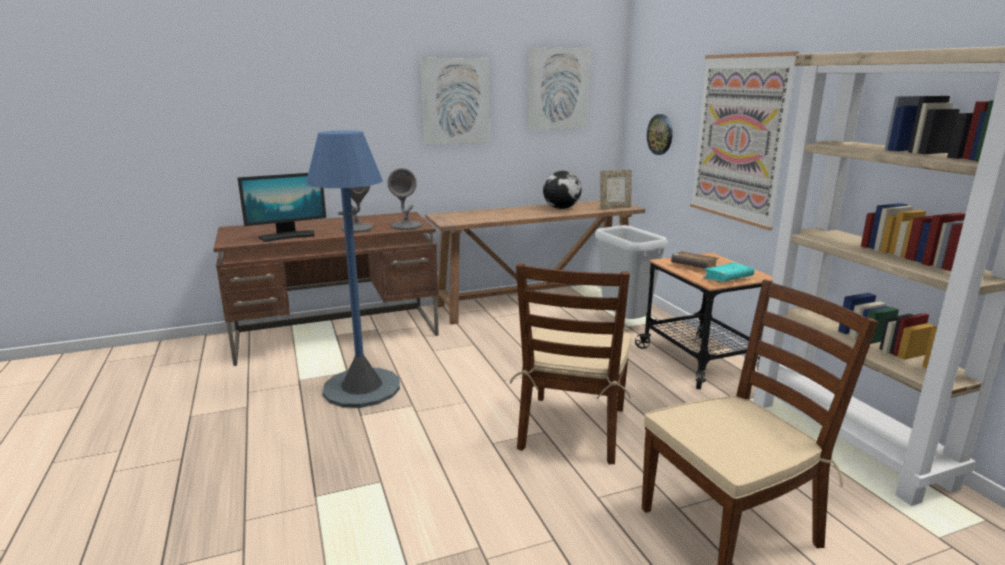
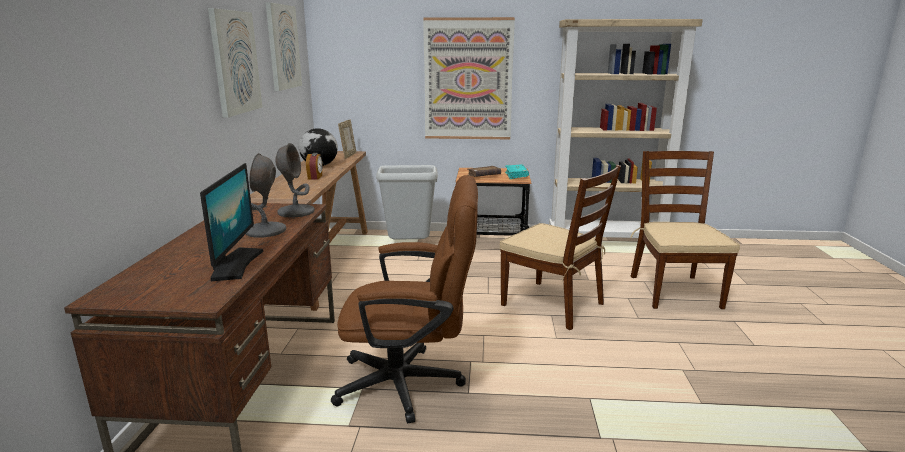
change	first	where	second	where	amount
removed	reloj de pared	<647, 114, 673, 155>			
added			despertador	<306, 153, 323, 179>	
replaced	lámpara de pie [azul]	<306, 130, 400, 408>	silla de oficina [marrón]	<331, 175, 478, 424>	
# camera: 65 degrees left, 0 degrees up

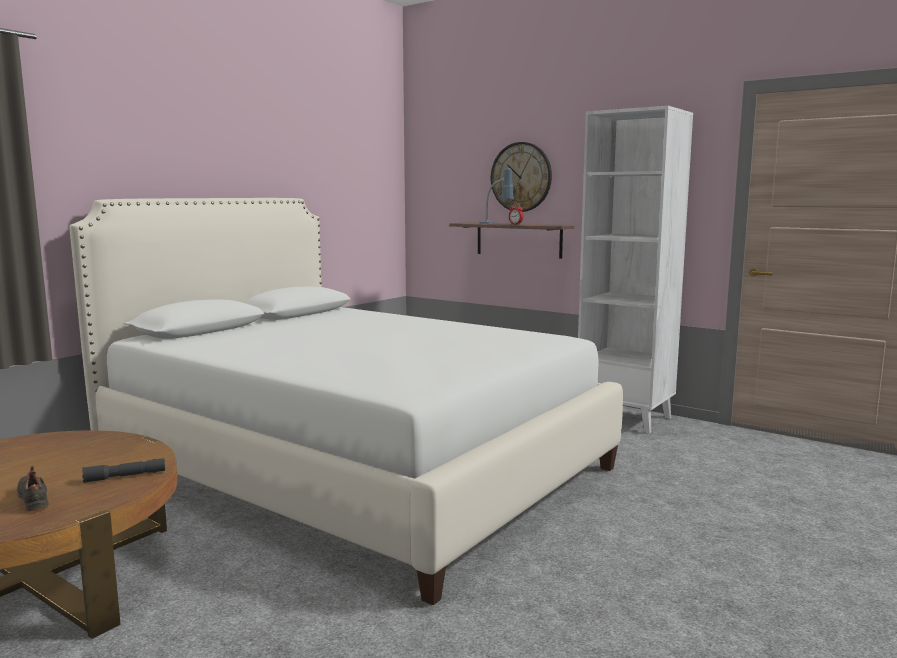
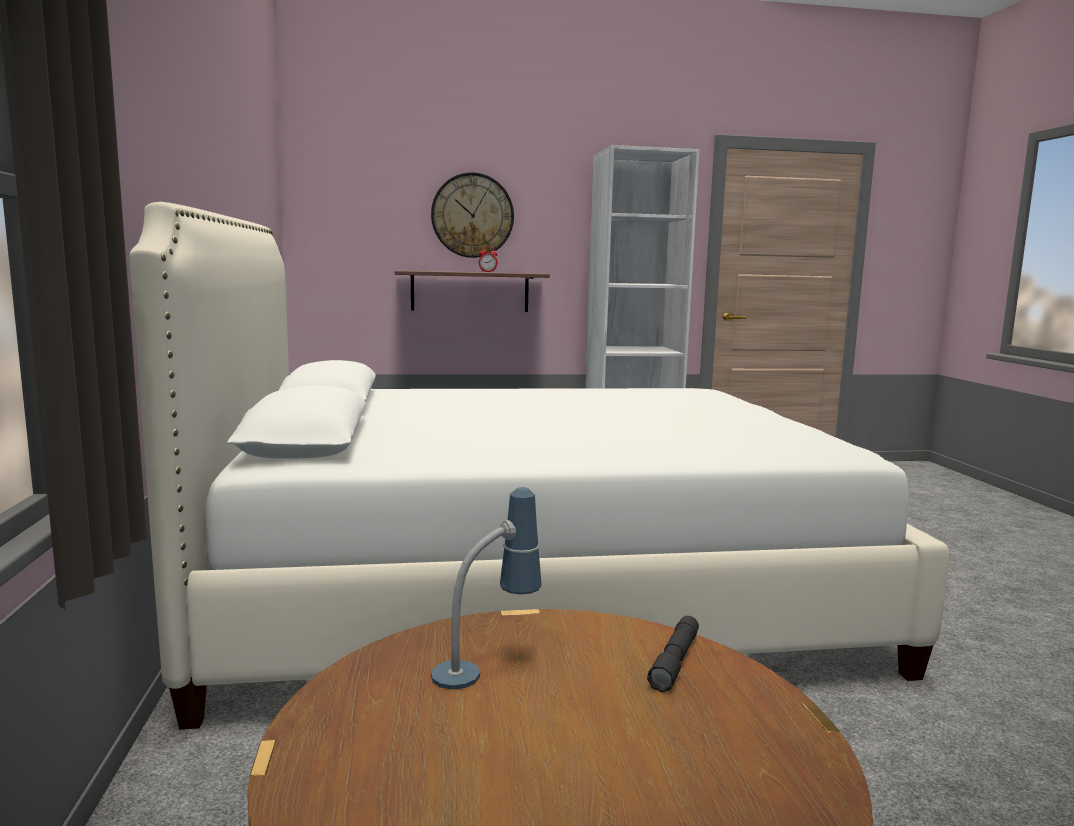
change	first	where	second	where	amount
removed	zapato [negro]	<17, 465, 49, 512>			
moved	lámpara de mesa	<480, 168, 514, 224>		<431, 487, 542, 690>	
# camera: 45 degrees left, 0 degrees up

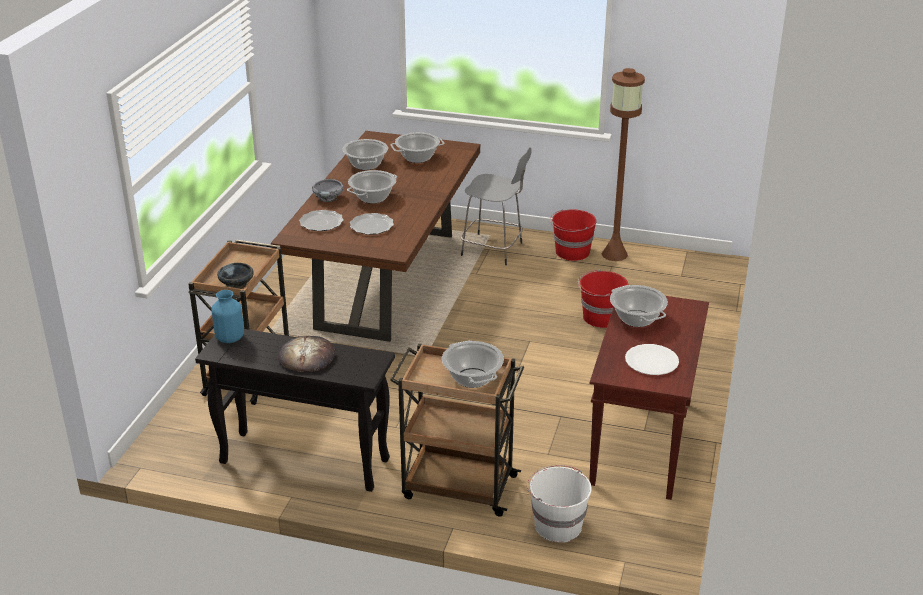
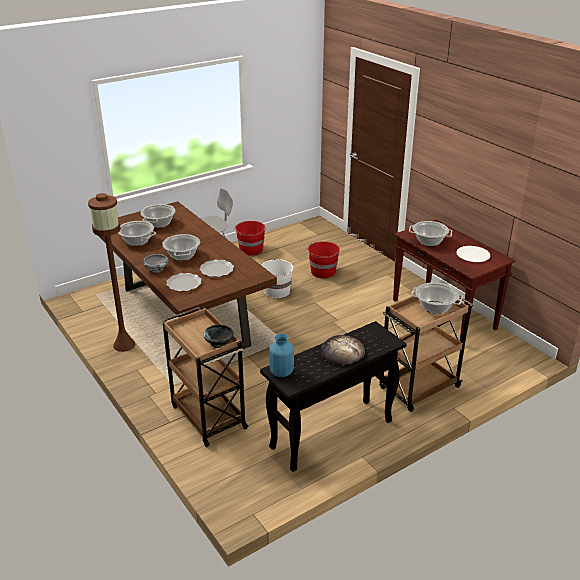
change	first	where	second	where	amount
moved	cubo [blanco]	<527, 465, 592, 542>		<260, 258, 293, 298>	
moved	lámpara de pie [marrón]	<602, 68, 645, 261>		<88, 193, 135, 352>	
# camera: 50 degrees left, 0 degrees up

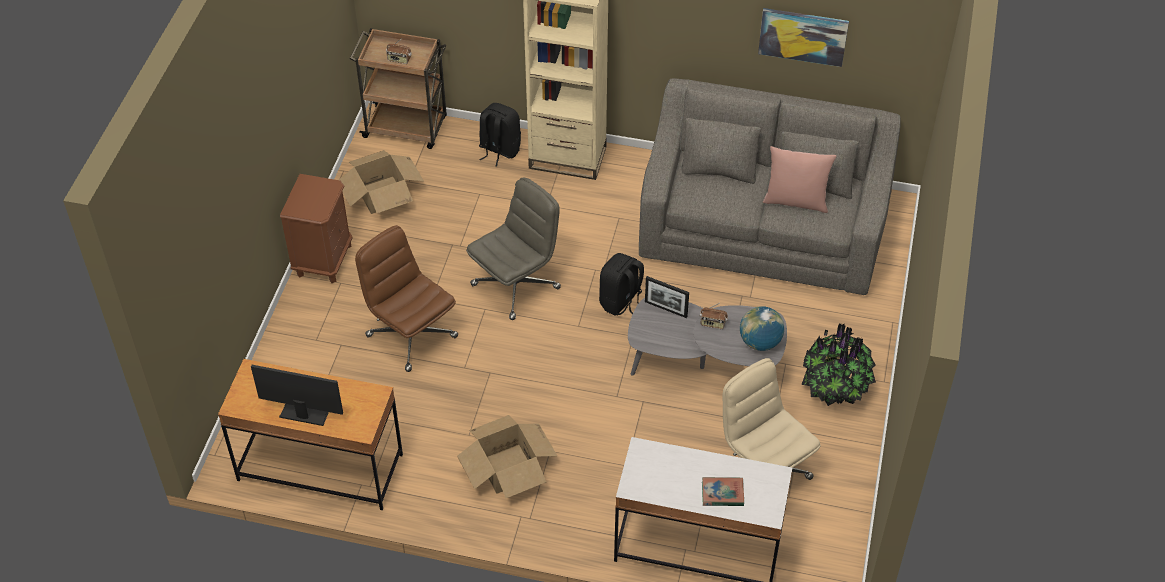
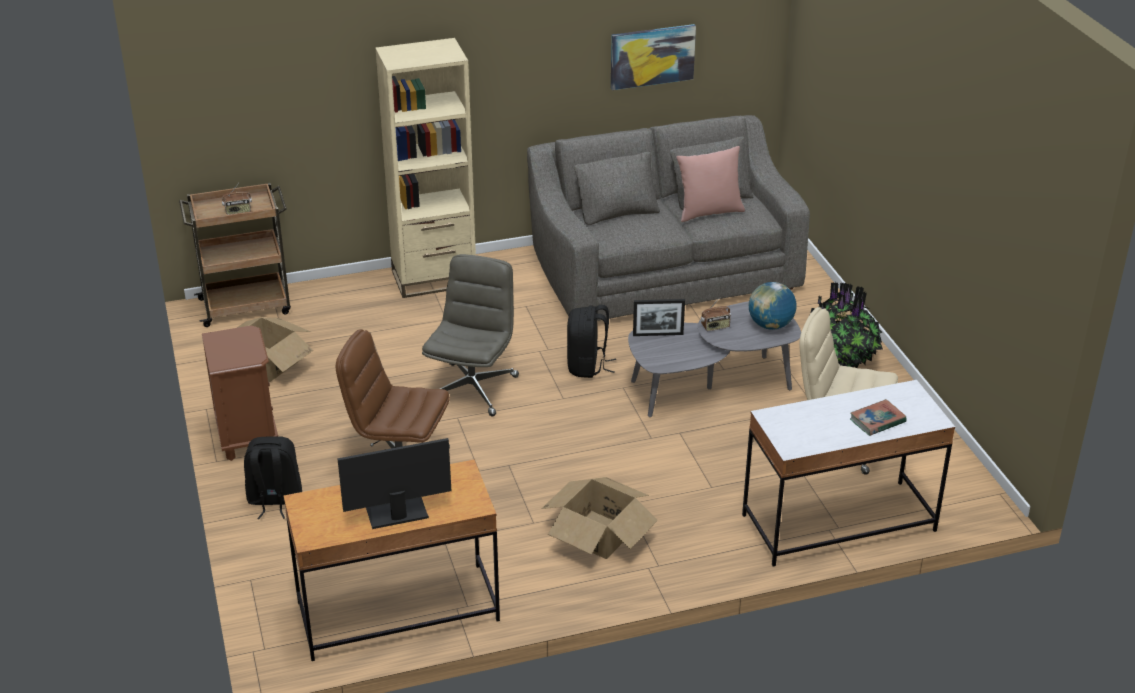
change	first	where	second	where	amount
moved	mochila [negro]	<479, 103, 521, 167>		<244, 436, 302, 519>	
# camera: 30 degrees left, 15 degrees down

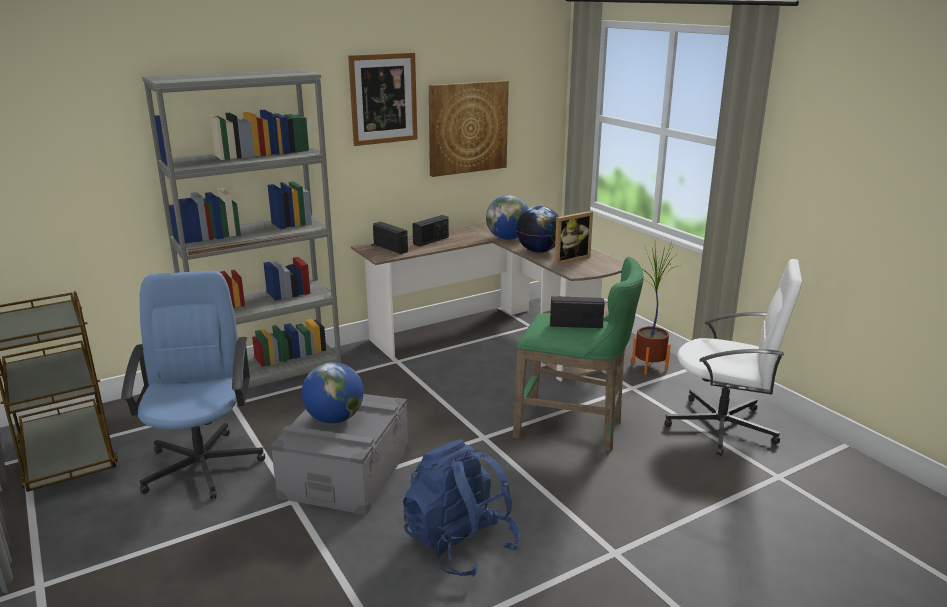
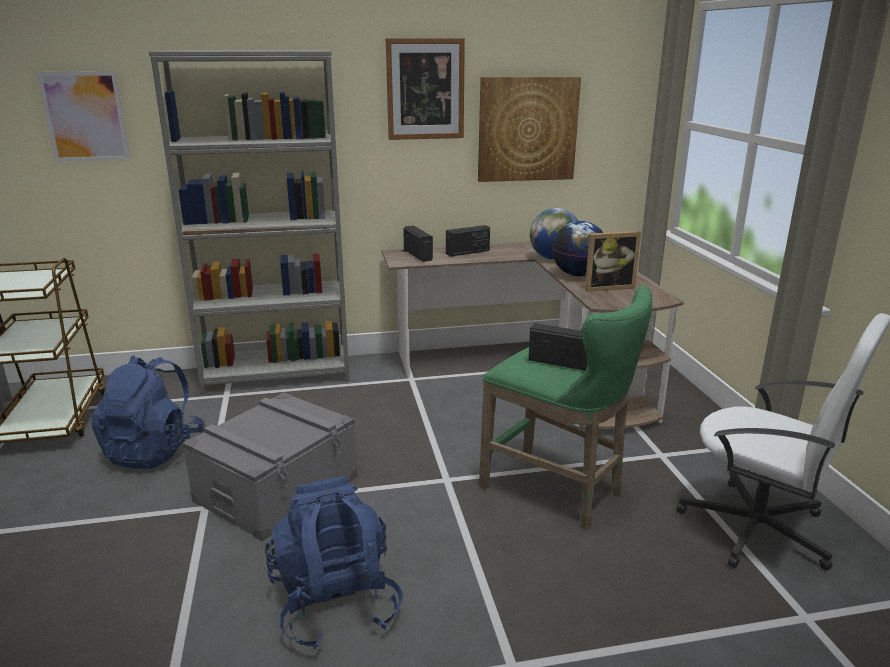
change	first	where	second	where	amount
removed	globo terráqueo	<302, 362, 364, 424>			
removed	planta en maceta	<632, 242, 679, 374>			
added			cuadro	<37, 71, 130, 162>	
replaced	silla de oficina [azul]	<121, 270, 265, 499>	mochila [azul]	<92, 355, 206, 469>	
# camera: 20 degrees right, 0 degrees up

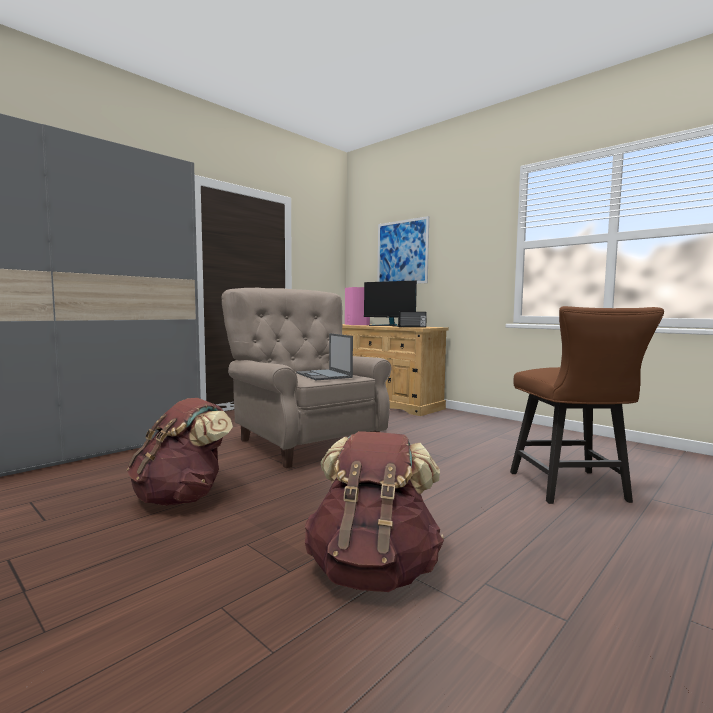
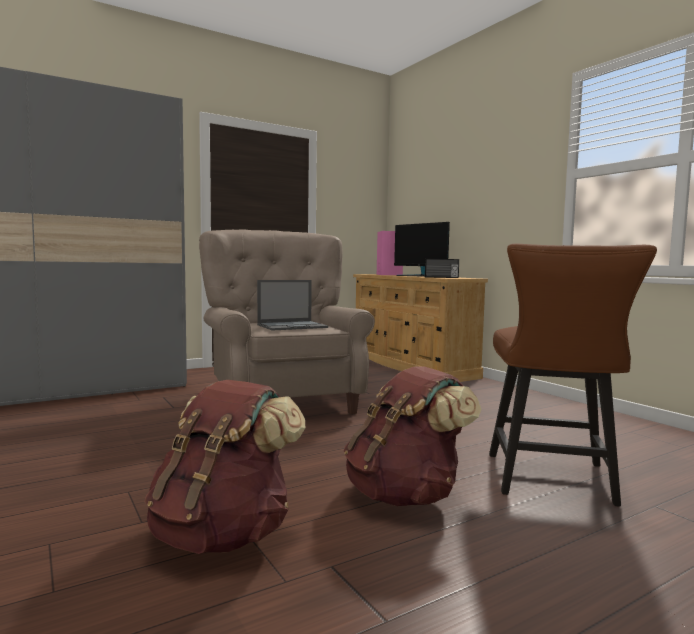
change	first	where	second	where	amount
removed	cuadro	<377, 216, 429, 284>			
moved	mochila [marrón]	<127, 398, 233, 506>		<344, 366, 482, 506>	
turned	portátil	<296, 333, 353, 380>		<257, 280, 328, 331>	105 degrees counterclockwise
# camera: 15 degrees right, 0 degrees up

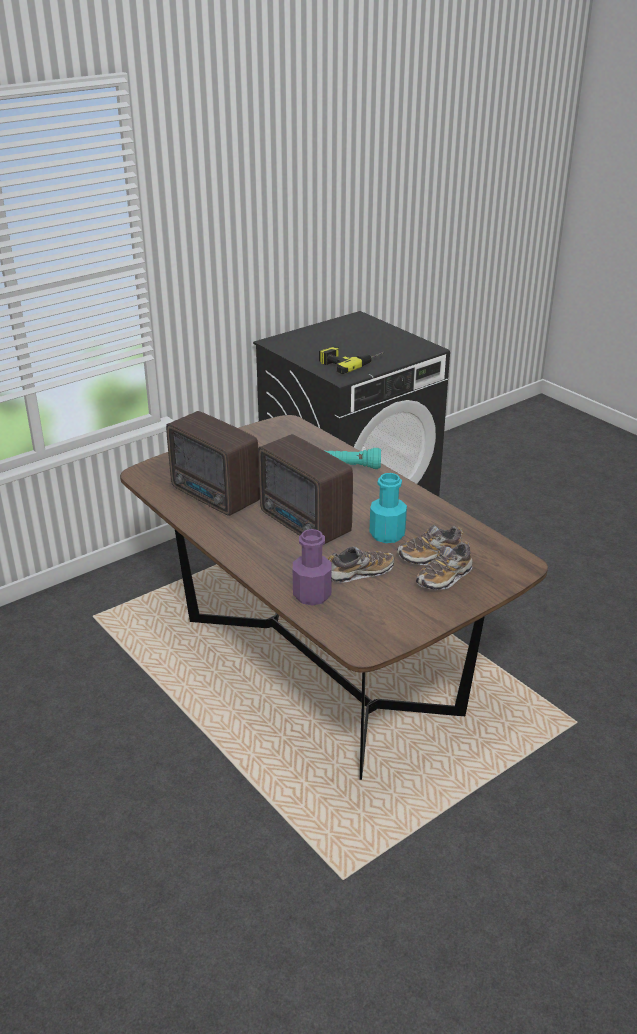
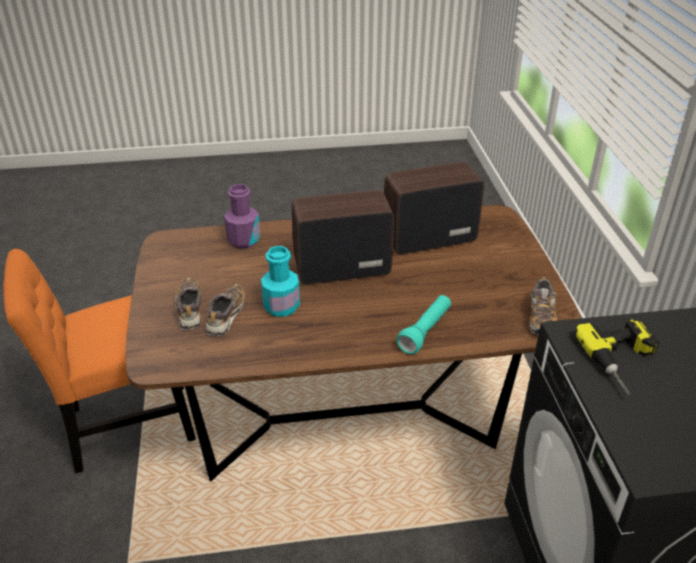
change	first	where	second	where	amount
added			silla [naranja]	<3, 249, 196, 473>	
moved	zapato	<328, 546, 394, 583>		<530, 277, 557, 335>	
# camera: 120 degrees right, 5 degrees up

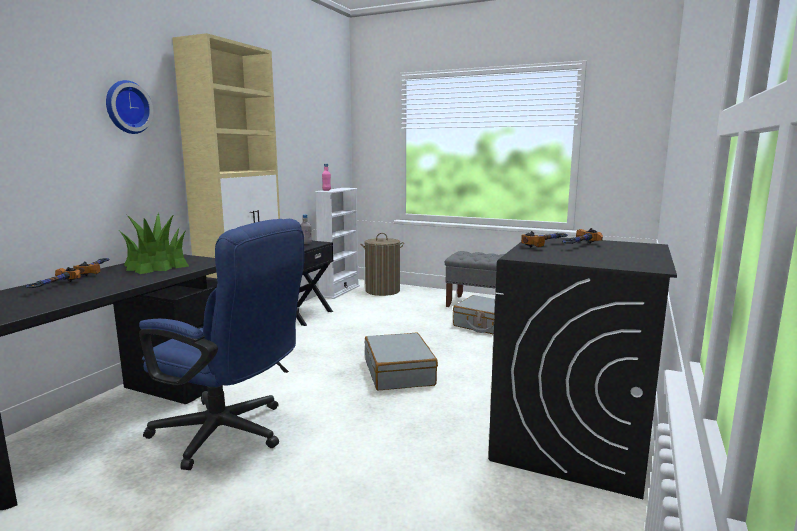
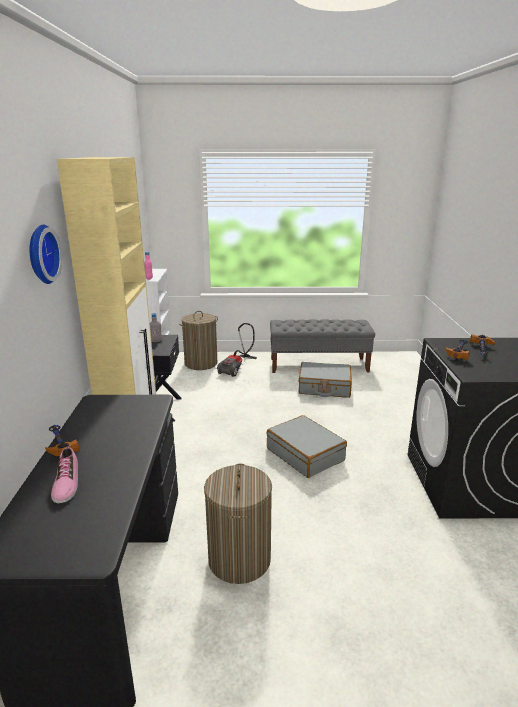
change	first	where	second	where	amount
removed	planta en maceta	<120, 213, 189, 274>			
added			aspiradora	<217, 323, 257, 377>	
replaced	martillo	<25, 267, 81, 288>	zapato	<51, 447, 78, 503>	
replaced	silla de oficina [azul]	<139, 219, 304, 470>	cesto de la ropa	<204, 463, 272, 584>	
# camera: 25 degrees left, 10 degrees up

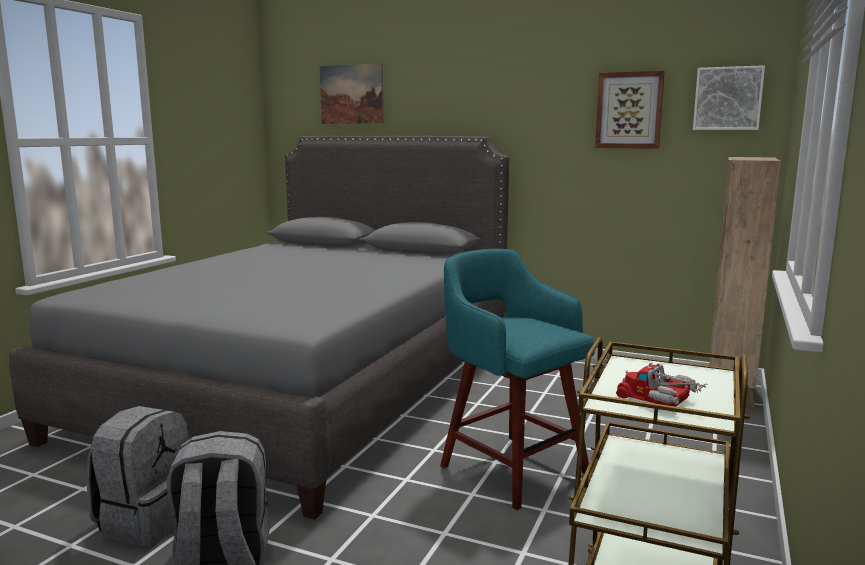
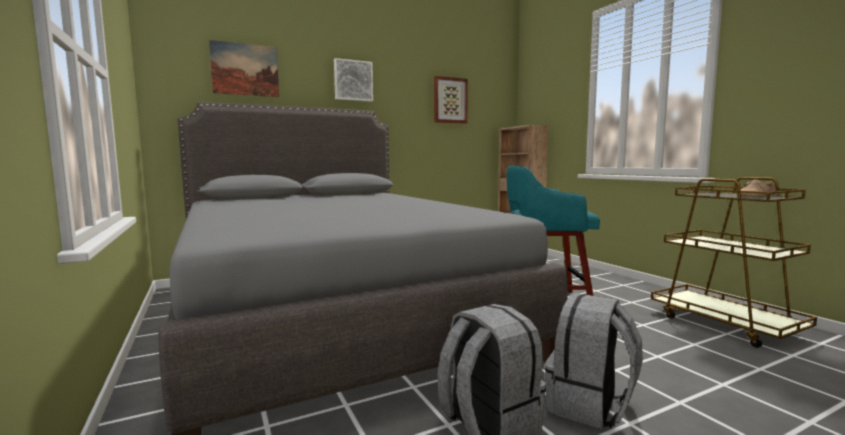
change	first	where	second	where	amount
moved	cuadro	<693, 65, 765, 130>		<334, 58, 373, 102>	
replaced	camión de juguete	<616, 362, 708, 407>	zapato [beis]	<737, 179, 778, 198>	
# camera: 50 degrees left, 5 degrees down

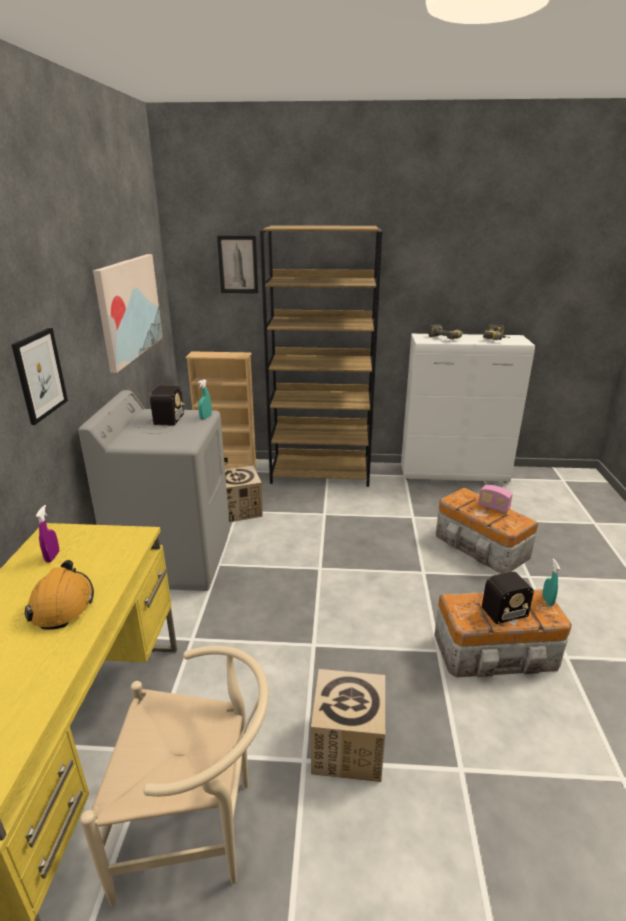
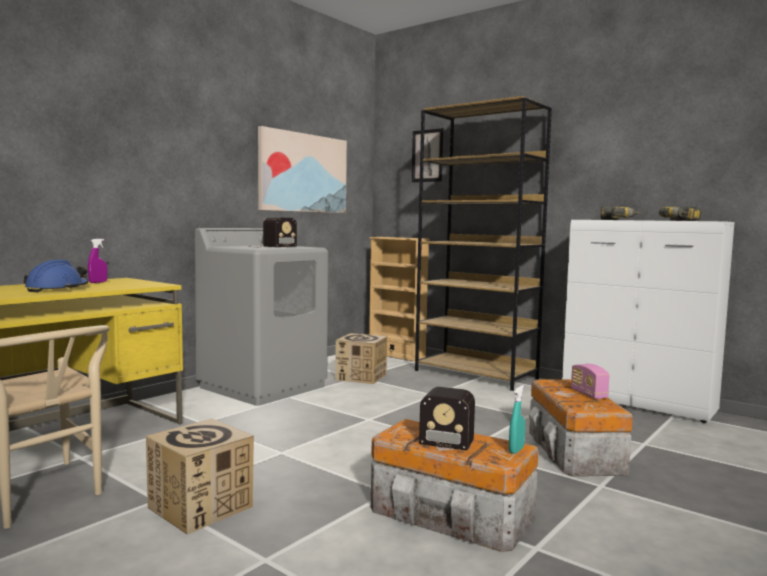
change	first	where	second	where	amount
removed	cuadro	<12, 328, 68, 425>			
removed	pulverizador [turquesa]	<198, 379, 212, 419>			
recoloured	casco [naranja]	<24, 560, 94, 630>	casco [azul]	<23, 260, 89, 292>	
# camera: 35 degrees right, 20 degrees down

